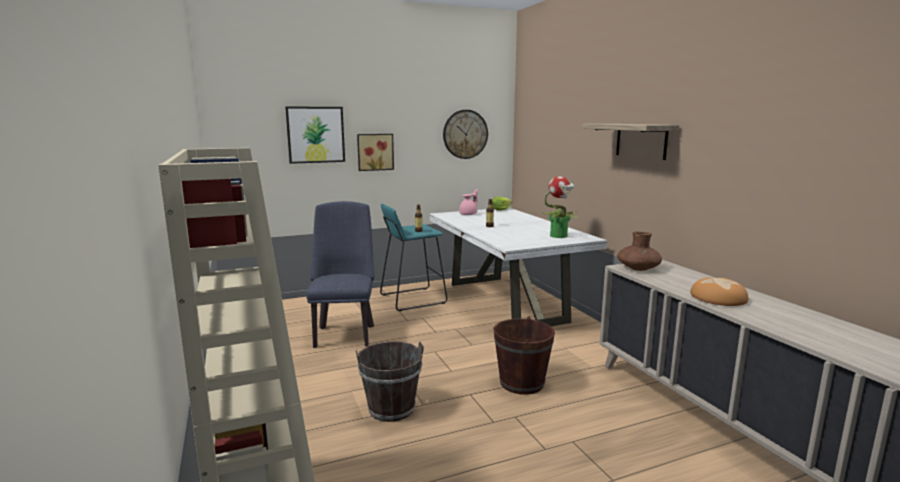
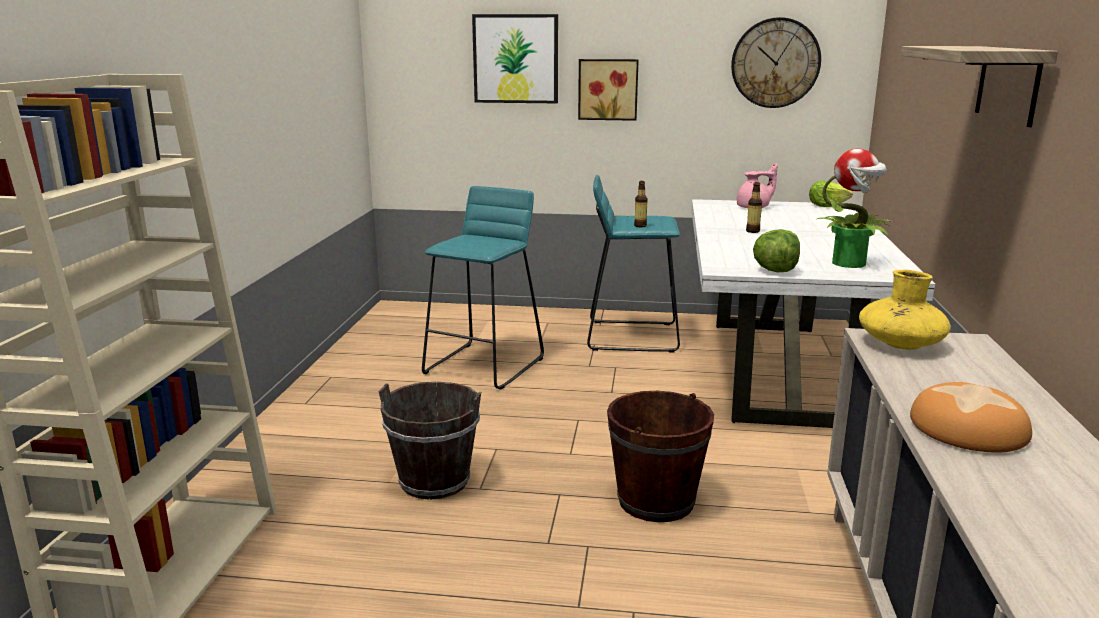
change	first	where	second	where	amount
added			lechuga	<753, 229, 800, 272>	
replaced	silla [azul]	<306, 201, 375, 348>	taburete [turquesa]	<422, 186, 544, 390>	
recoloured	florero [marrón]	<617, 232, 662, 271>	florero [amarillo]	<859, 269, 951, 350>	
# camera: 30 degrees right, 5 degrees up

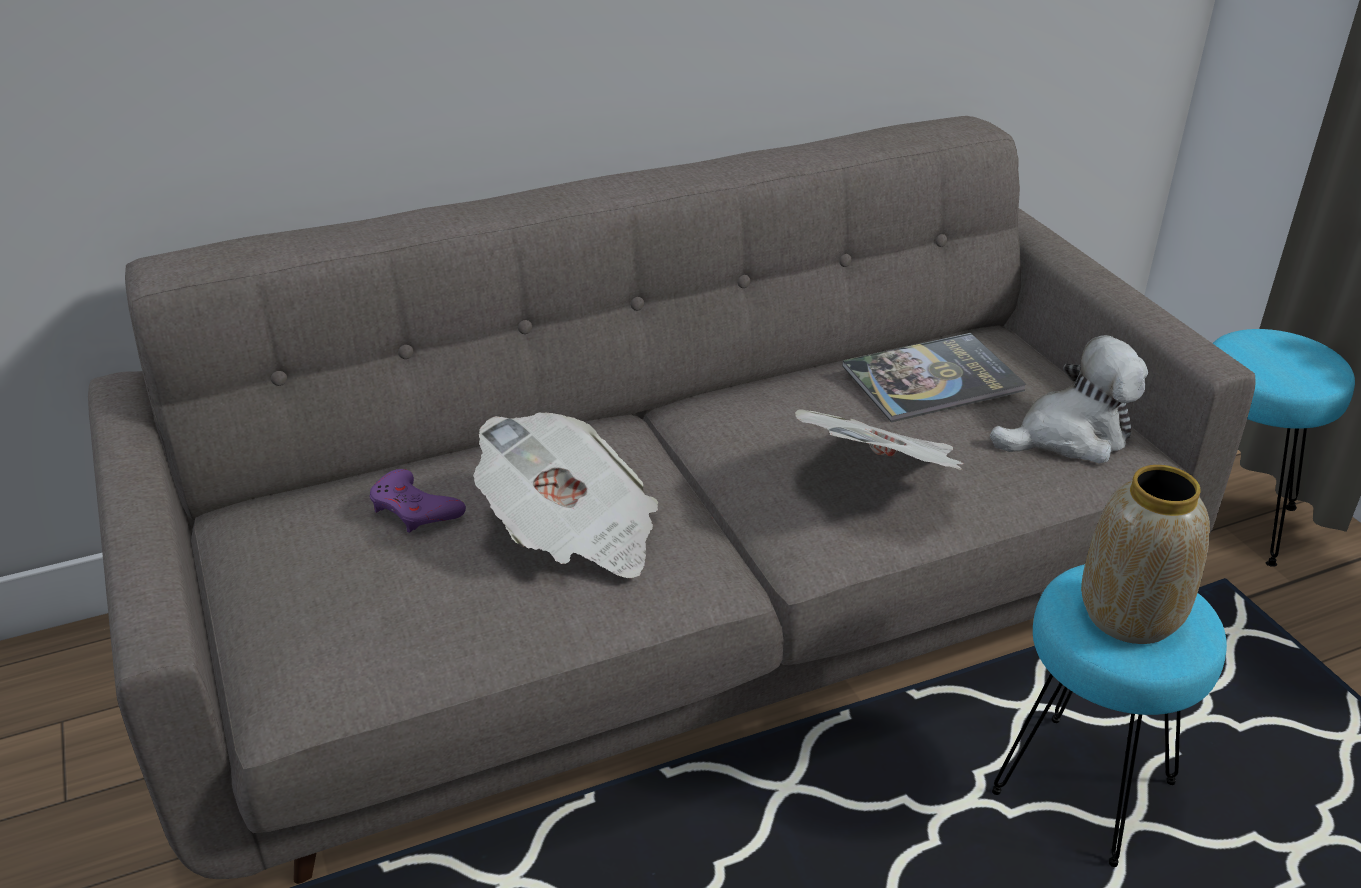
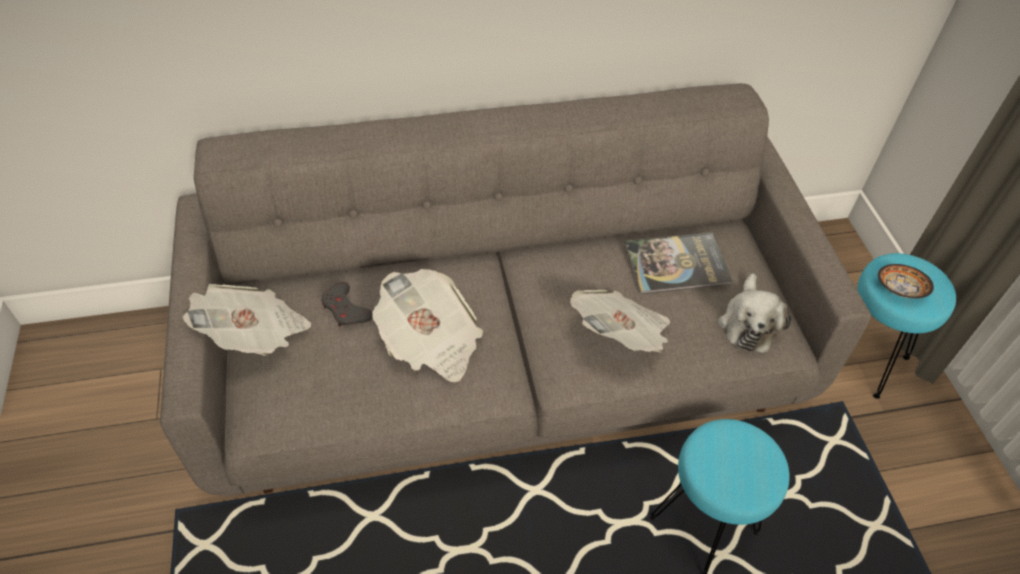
change	first	where	second	where	amount
removed	florero	<1081, 465, 1210, 644>			
added			periódico	<182, 284, 311, 355>	
added			cuenco	<878, 264, 934, 299>	
recoloured	mando de consola [morado]	<369, 469, 466, 533>	mando de consola [gris]	<321, 282, 373, 327>	
turned	peluche	<990, 335, 1148, 463>		<718, 273, 791, 353>	105 degrees clockwise
# camera: 10 degrees right, 15 degrees up

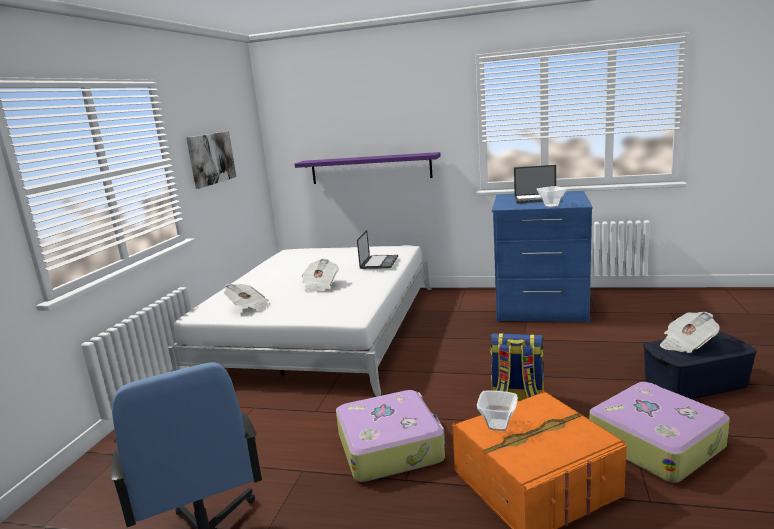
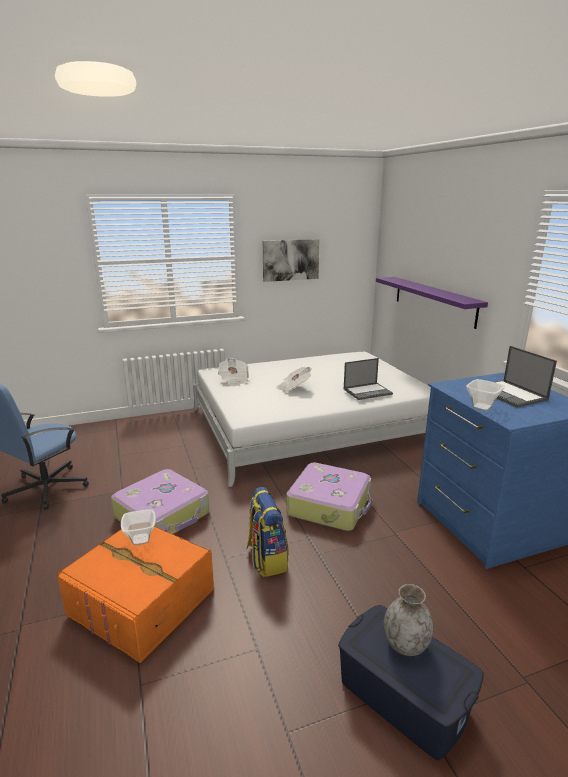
change	first	where	second	where	amount
moved	maleta	<589, 382, 730, 483>		<286, 462, 373, 531>	
replaced	periódico	<660, 312, 720, 353>	florero [gris]	<383, 584, 433, 656>	
# camera: 55 degrees right, 5 degrees up

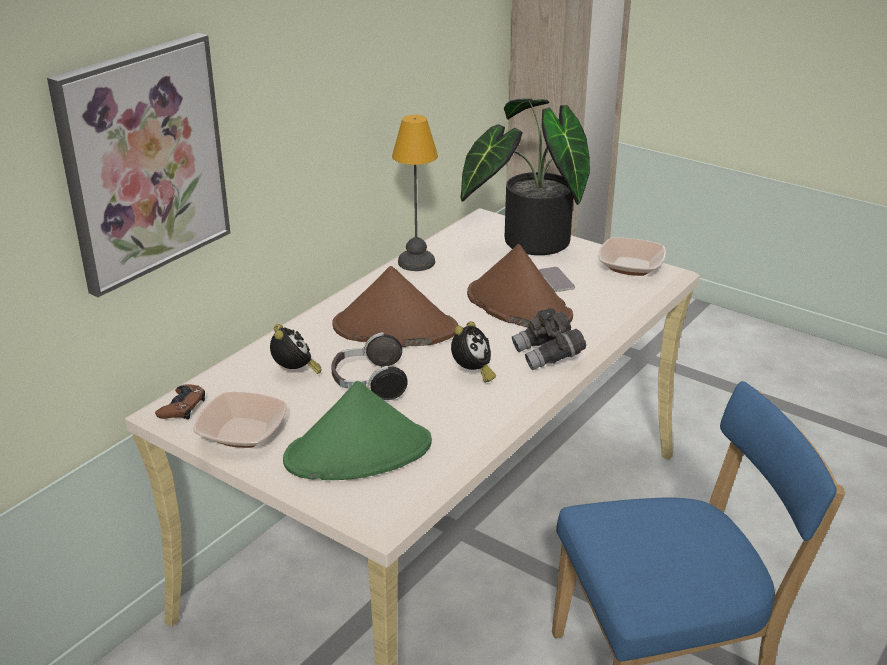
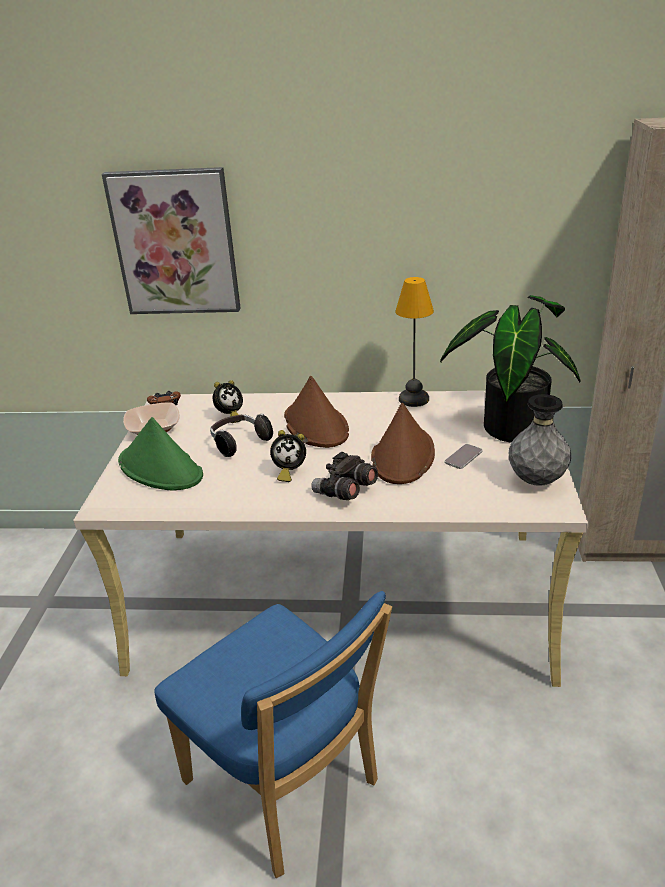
change	first	where	second	where	amount
replaced	cuenco	<598, 237, 666, 276>	florero [gris]	<509, 394, 571, 486>	
# camera: 60 degrees right, 0 degrees up

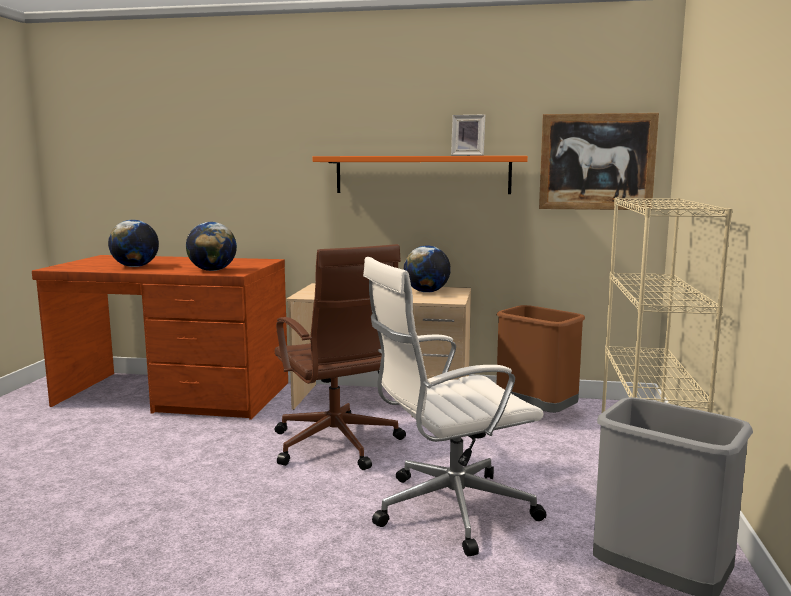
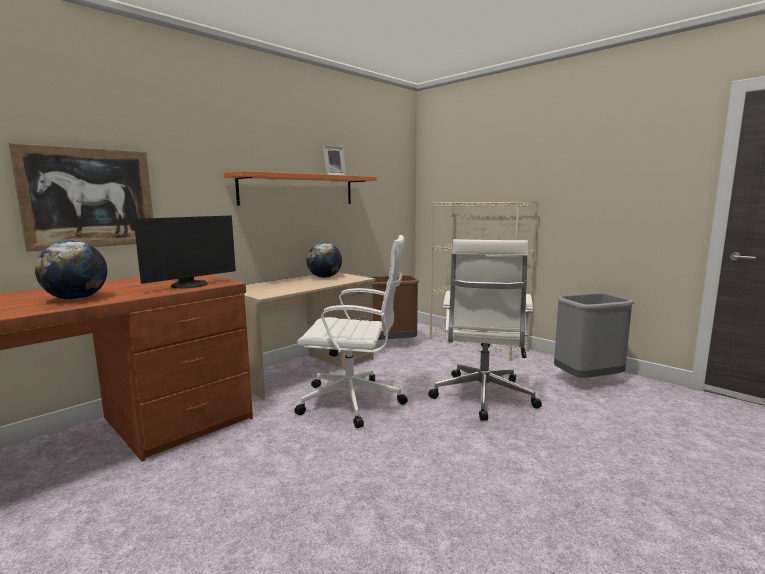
change	first	where	second	where	amount
moved	cuadro	<539, 113, 659, 210>		<8, 143, 153, 252>	
replaced	globo terráqueo	<186, 222, 237, 271>	monitor	<134, 215, 236, 289>	
recoloured	silla de oficina [marrón]	<275, 244, 406, 470>	silla de oficina [blanco]	<294, 235, 408, 428>	
# camera: 55 degrees left, 0 degrees up

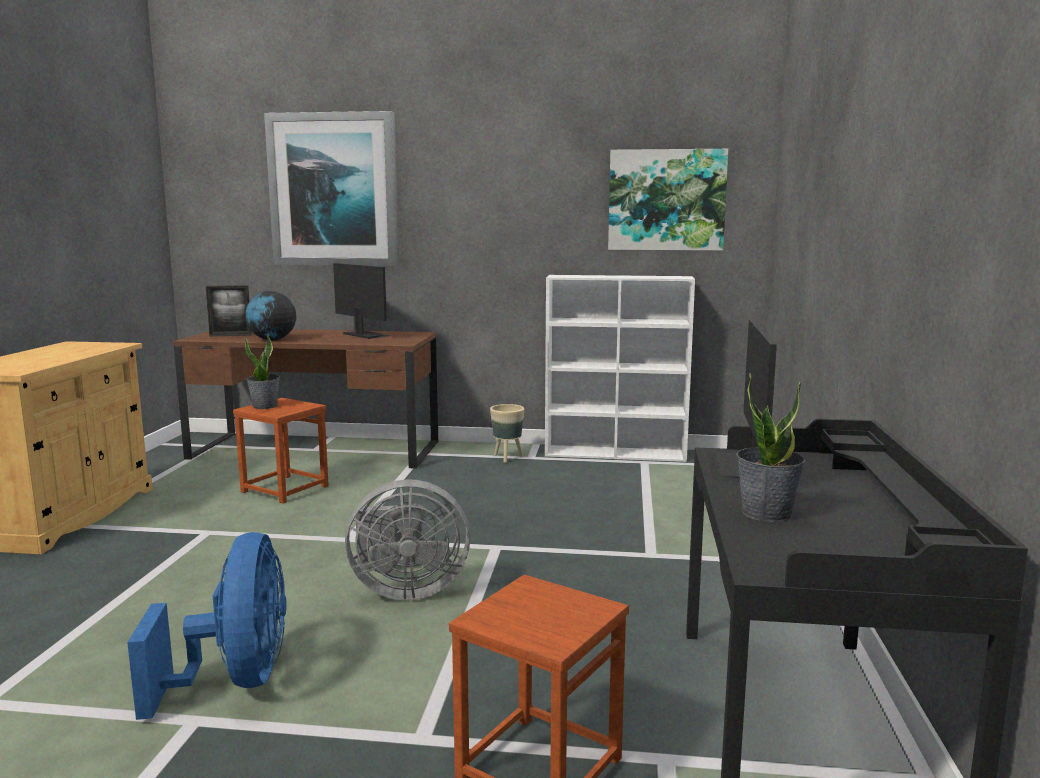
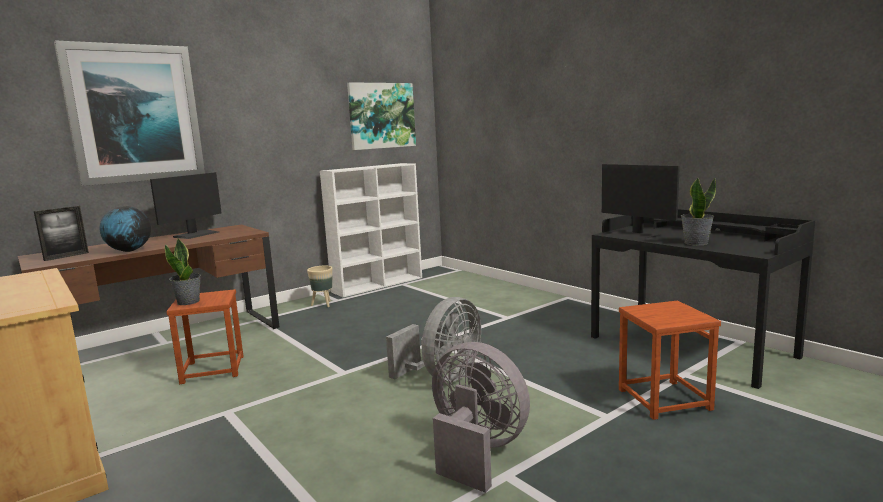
change	first	where	second	where	amount
recoloured	ventilador [azul]	<127, 532, 287, 720>	ventilador [gris]	<432, 342, 530, 493>	
turned	monitor	<333, 263, 390, 339>		<150, 172, 222, 239>	120 degrees clockwise
# camera: 45 degrees left, 0 degrees up

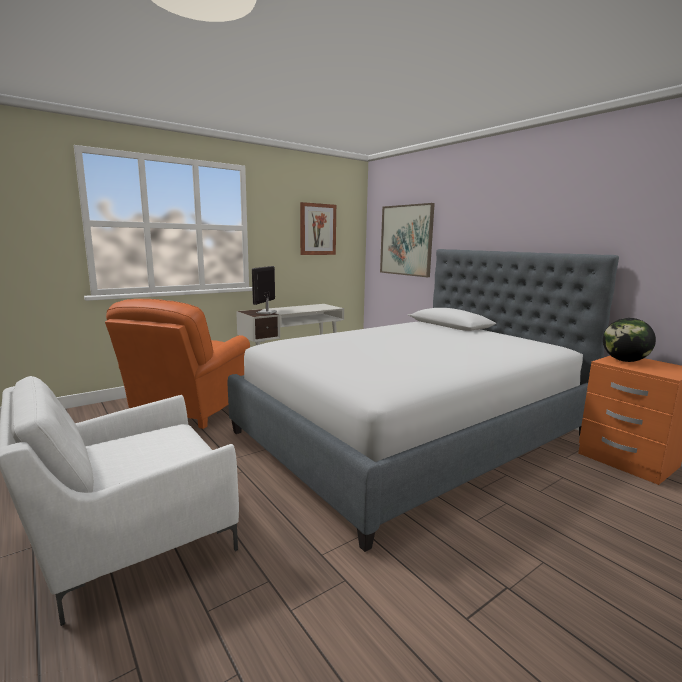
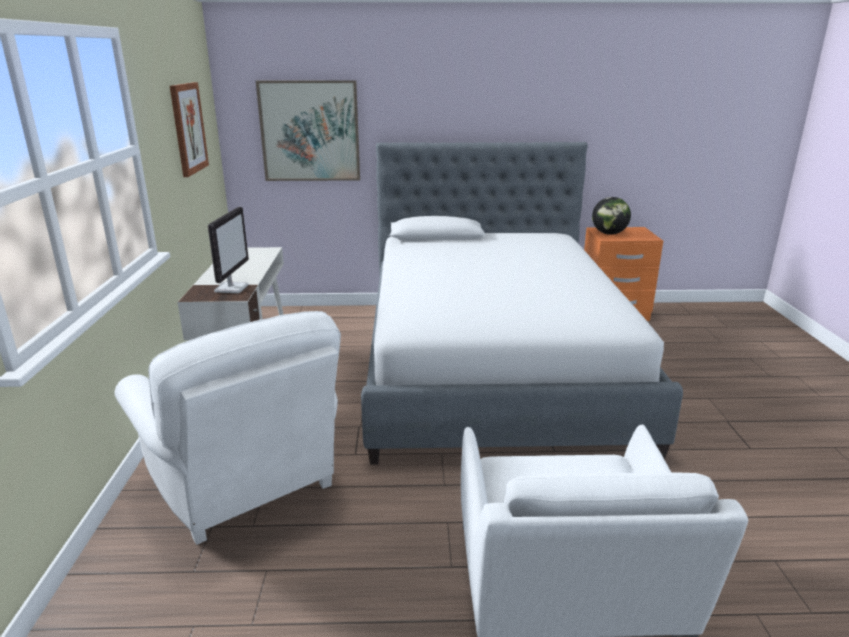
change	first	where	second	where	amount
recoloured	sillón [naranja]	<105, 299, 250, 429>	sillón [blanco]	<115, 311, 341, 545>	
turned	monitor	<252, 266, 277, 314>		<208, 207, 249, 293>	135 degrees counterclockwise
# camera: 55 degrees left, 10 degrees up

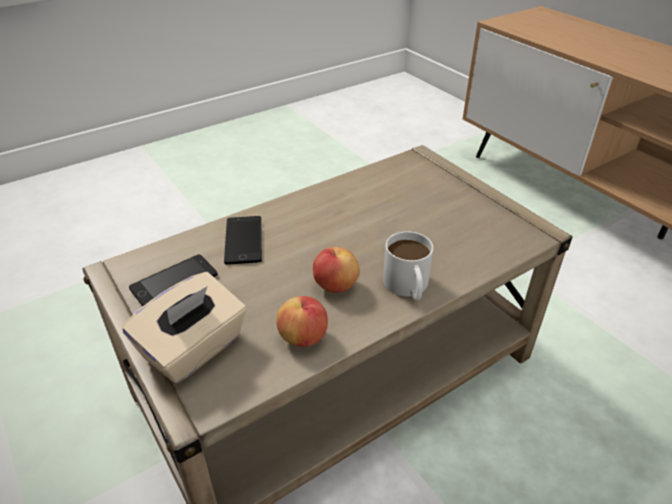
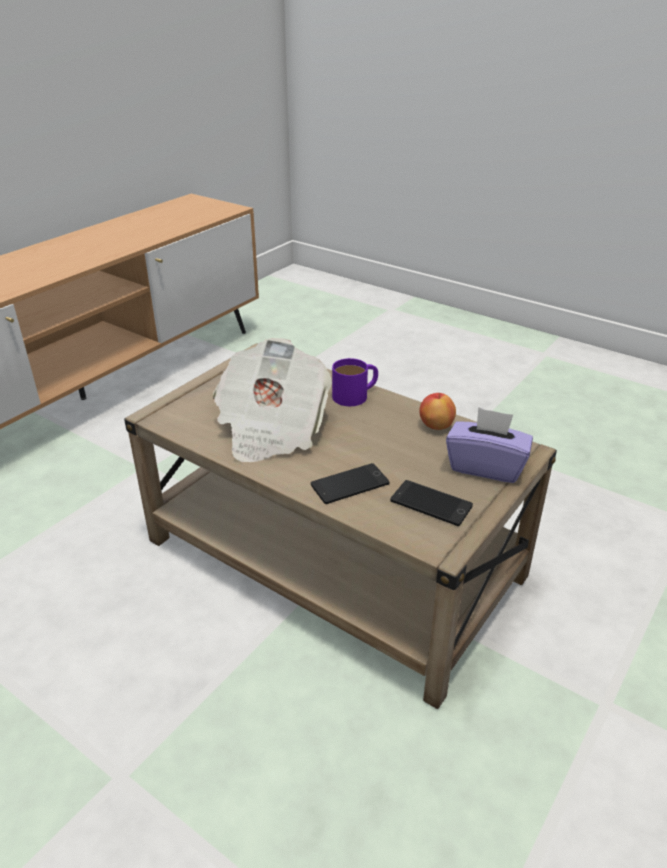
change	first	where	second	where	amount
removed	manzana	<313, 247, 360, 293>			
added			periódico	<213, 338, 332, 462>	
recoloured	caja de pañuelos [beis]	<123, 272, 247, 383>	caja de pañuelos [morado]	<446, 407, 533, 483>	
recoloured	taza grande [blanco]	<383, 231, 433, 300>	taza grande [morado]	<332, 358, 378, 406>	
# camera: 110 degrees left, 5 degrees down

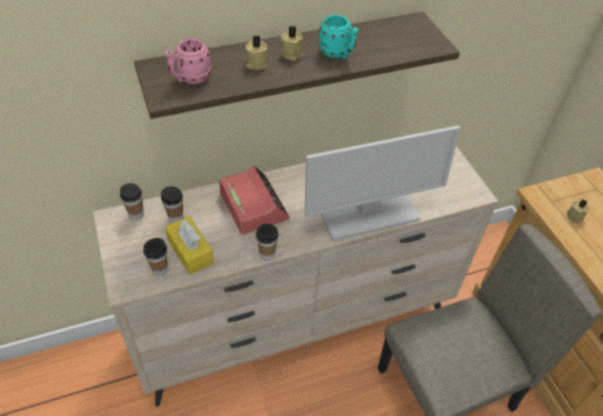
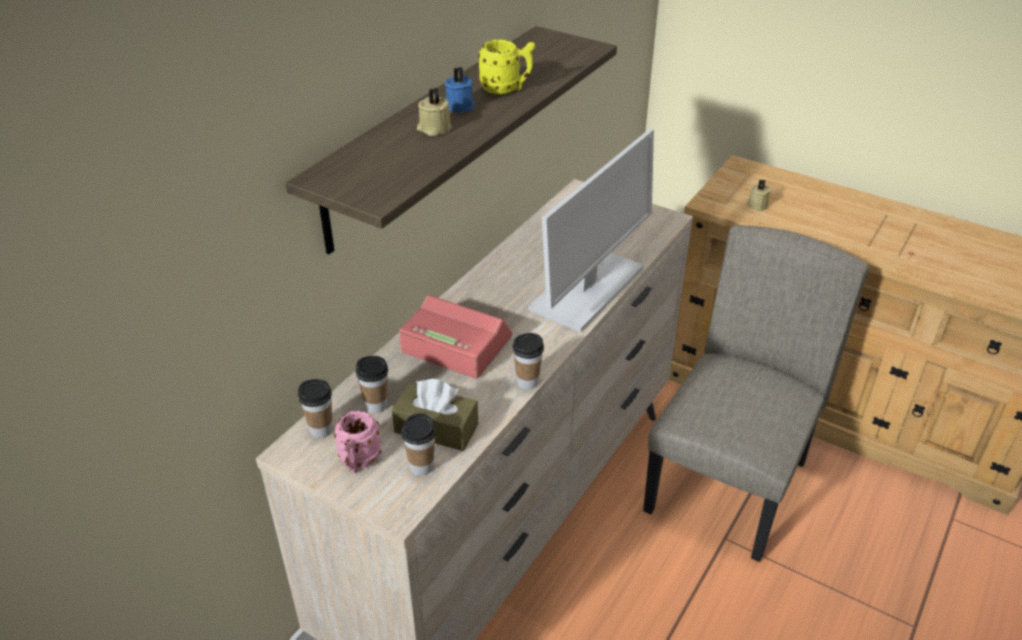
change	first	where	second	where	amount
moved	taza grande [rosa]	<165, 38, 211, 84>		<334, 411, 382, 473>	
recoloured	caja de pañuelos [amarillo]	<165, 216, 214, 275>	caja de pañuelos [marrón]	<392, 379, 478, 451>	
recoloured	vela [beis]	<280, 26, 303, 61>	vela [azul]	<444, 67, 475, 113>	
recoloured	taza grande [turquesa]	<319, 15, 358, 59>	taza grande [amarillo]	<478, 40, 535, 94>	
# camera: 35 degrees left, 10 degrees down

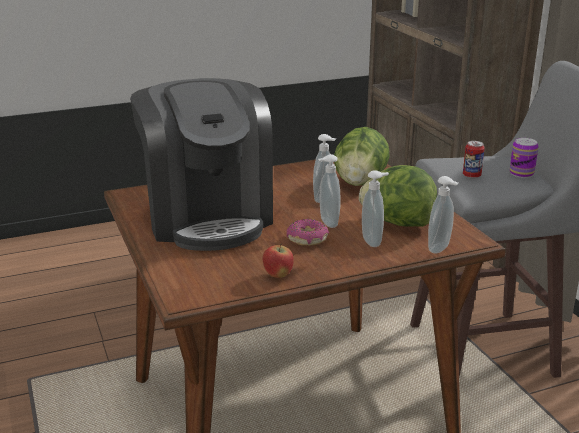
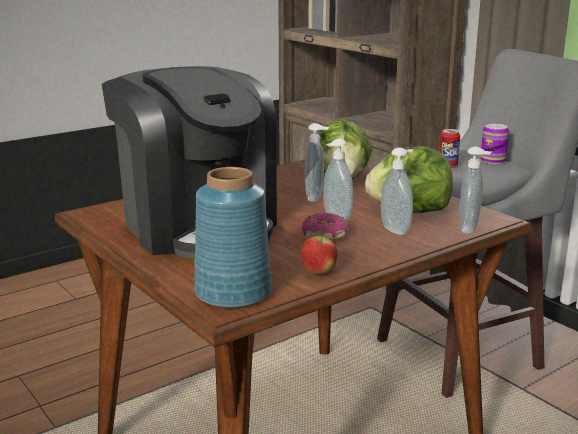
change	first	where	second	where	amount
added			florero [azul]	<194, 167, 272, 309>	
# camera: 15 degrees left, 5 degrees down

